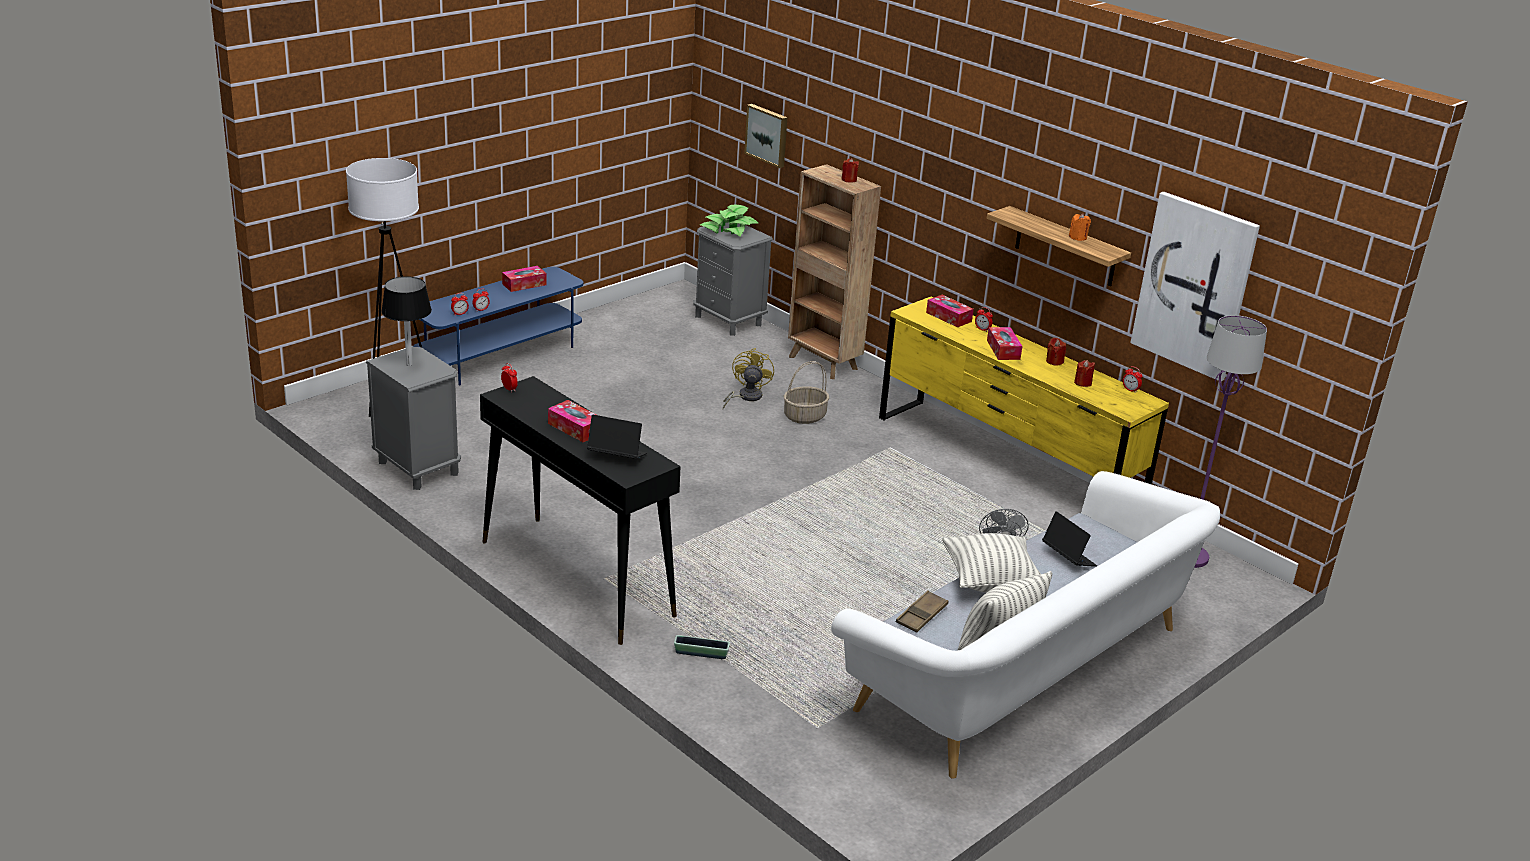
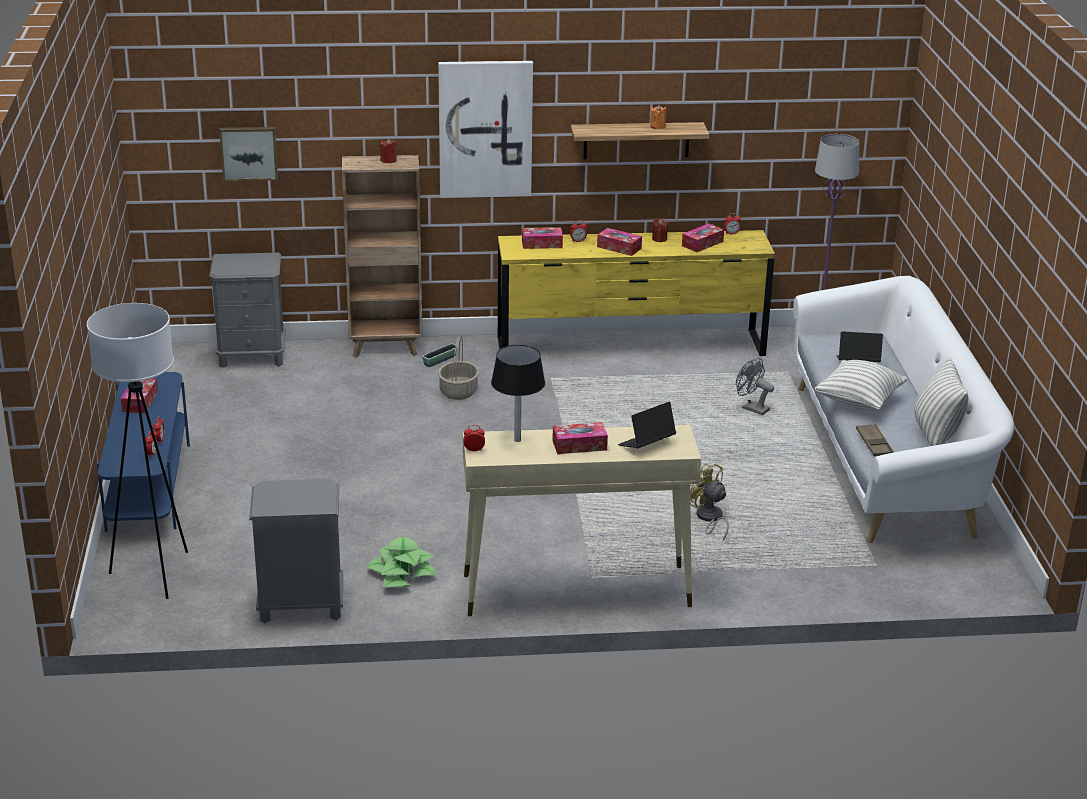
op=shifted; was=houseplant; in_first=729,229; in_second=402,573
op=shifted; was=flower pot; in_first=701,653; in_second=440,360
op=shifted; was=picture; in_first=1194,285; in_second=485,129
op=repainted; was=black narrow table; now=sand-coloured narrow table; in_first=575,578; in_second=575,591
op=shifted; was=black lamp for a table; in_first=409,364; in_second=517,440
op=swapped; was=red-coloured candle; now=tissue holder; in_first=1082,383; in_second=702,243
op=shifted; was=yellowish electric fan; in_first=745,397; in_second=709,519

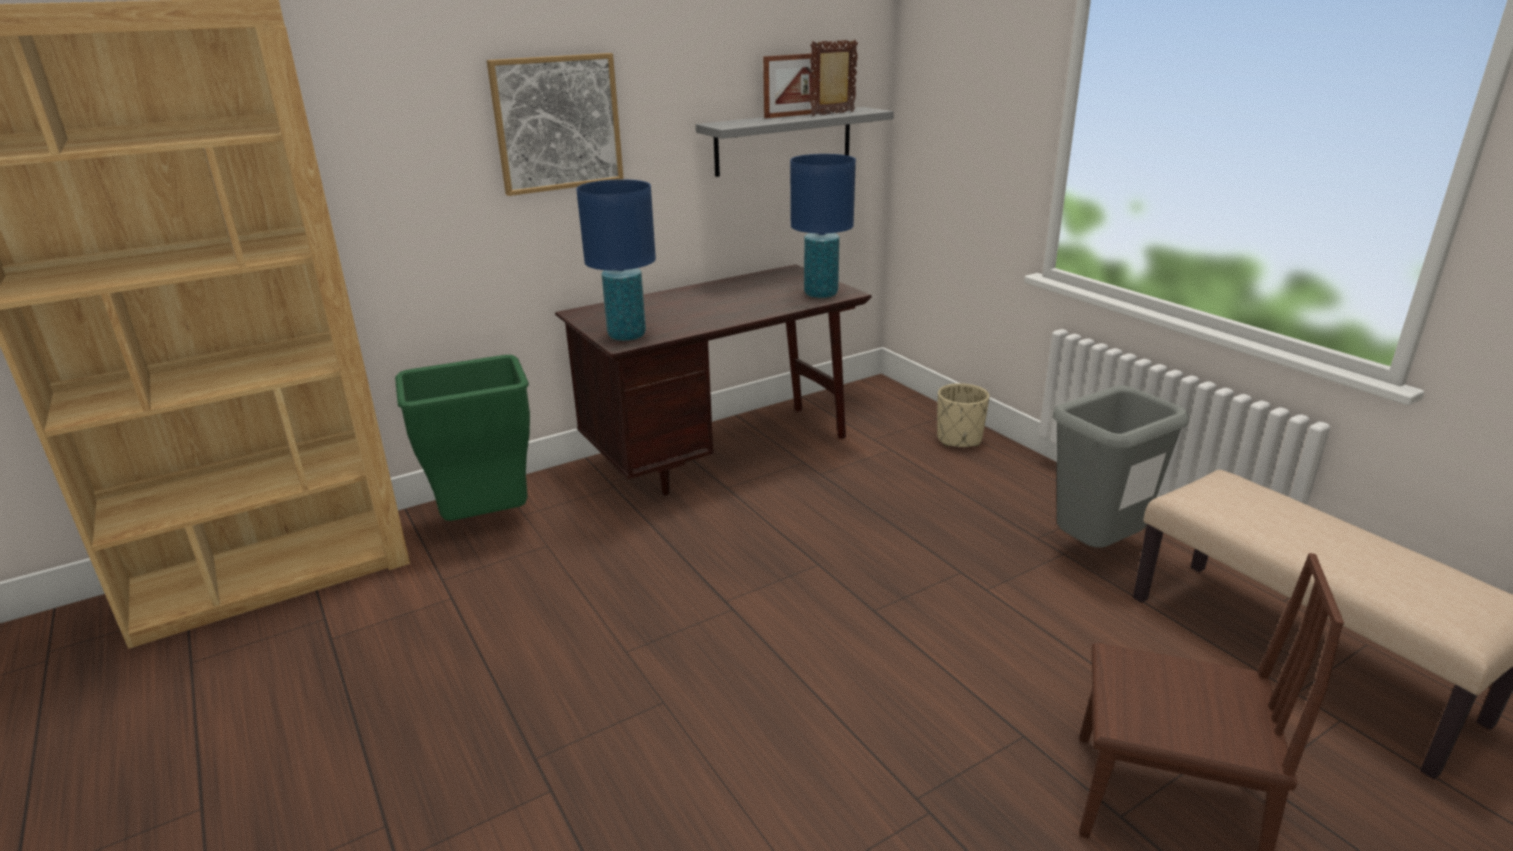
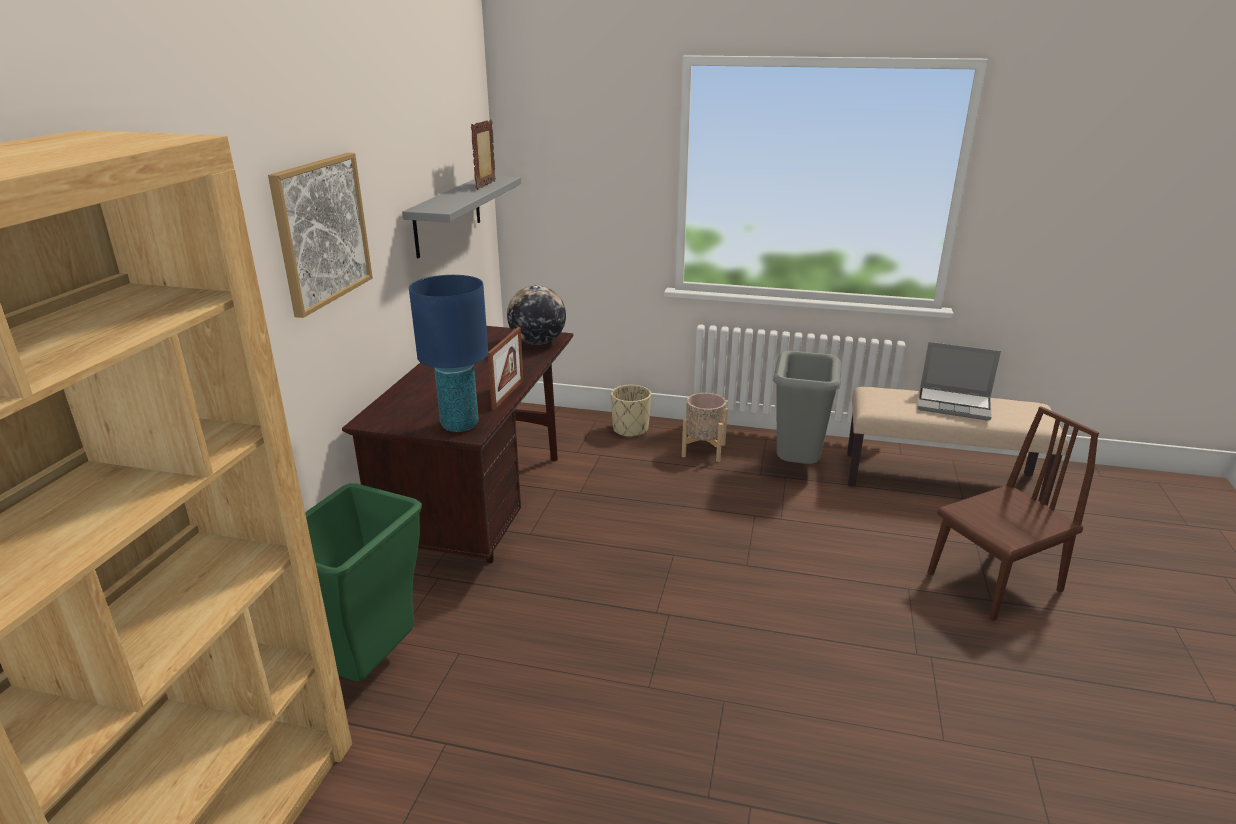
op=shifted; was=photo frame; in_first=794,115; in_second=508,394
op=swapped; was=blue lamp for a table; now=globe; in_first=821,294; in_second=537,342
op=new; now=sand-coloured flower pot; in_second=703,450
op=new; now=portable computer; in_second=954,405

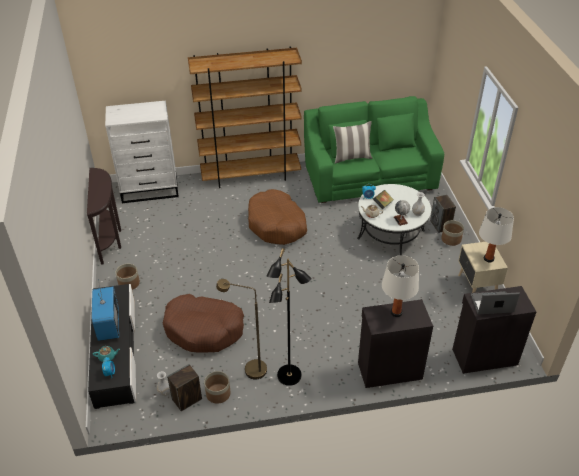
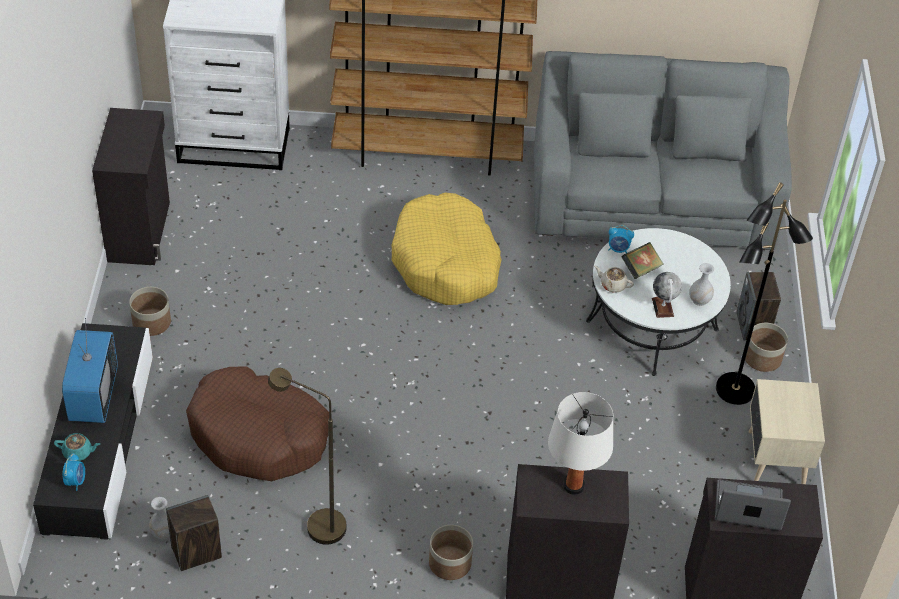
op=swapped; was=brownish narrow table; now=black cupboard; in_first=111,239; in_second=140,231
op=repainted; was=brownish dog cushion; now=yellowish dog cushion; in_first=277,224; in_second=446,262
op=shifted; was=flower pot; in_first=218,394; in_second=449,563
op=repainted; was=green-coloured couch; now=grey couch; in_first=369,177; in_second=651,199
op=shifted; was=black standing lamp; in_first=289,376; in_second=735,390
op=gone; was=cushion; in_first=352,157
op=gone; was=whitish lamp for a table; in_first=488,258

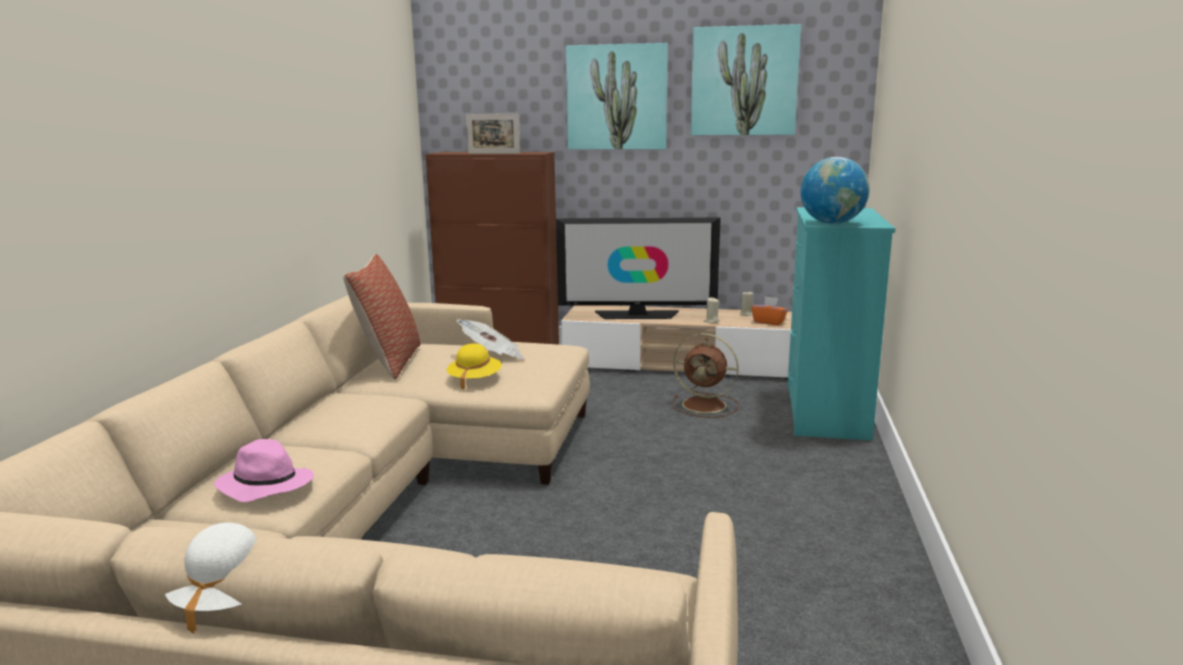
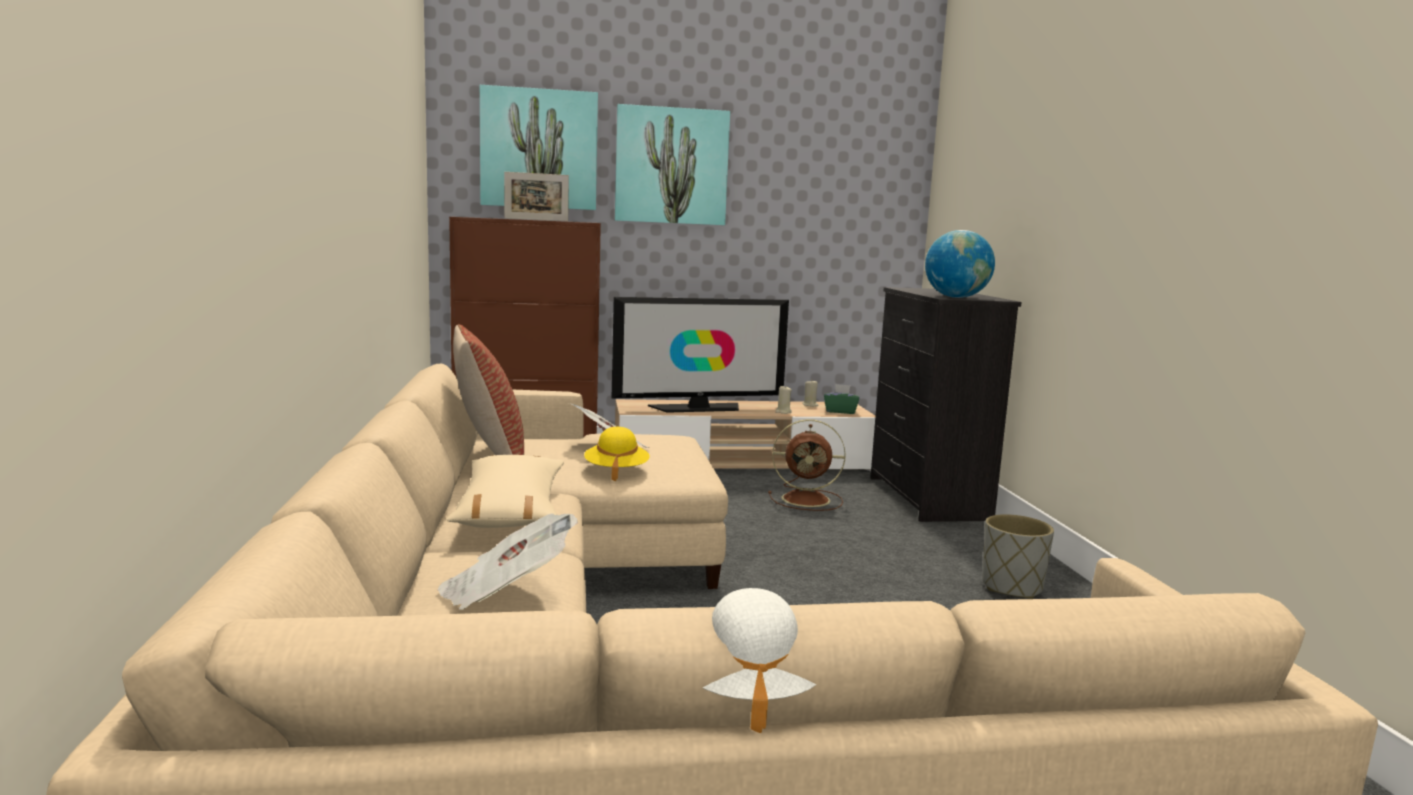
op=swapped; was=pinkish hat; now=newspaper; in_first=264,485; in_second=505,593
op=new; now=sand-coloured cushion; in_second=510,510
op=shifted; was=picture; in_first=744,81; in_second=539,149
op=repainted; was=orange-coloured tissue holder; now=green-coloured tissue holder; in_first=769,322; in_second=840,411
op=repainted; was=turquoise-coloured drawer chest; now=black drawer chest; in_first=825,412; in_second=927,498
op=new; now=grey flower pot; in_second=1012,588

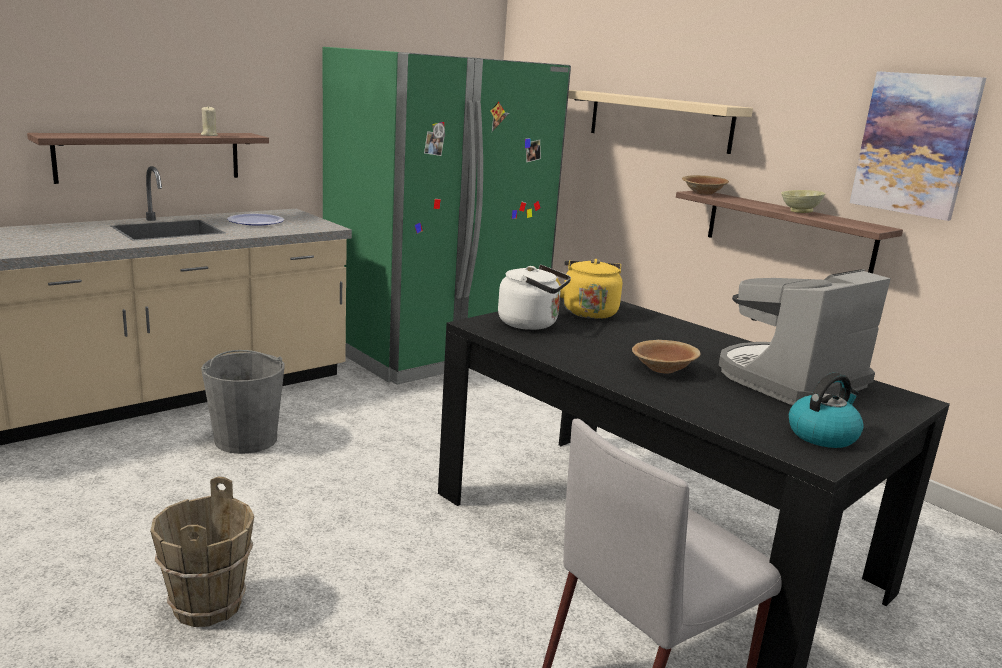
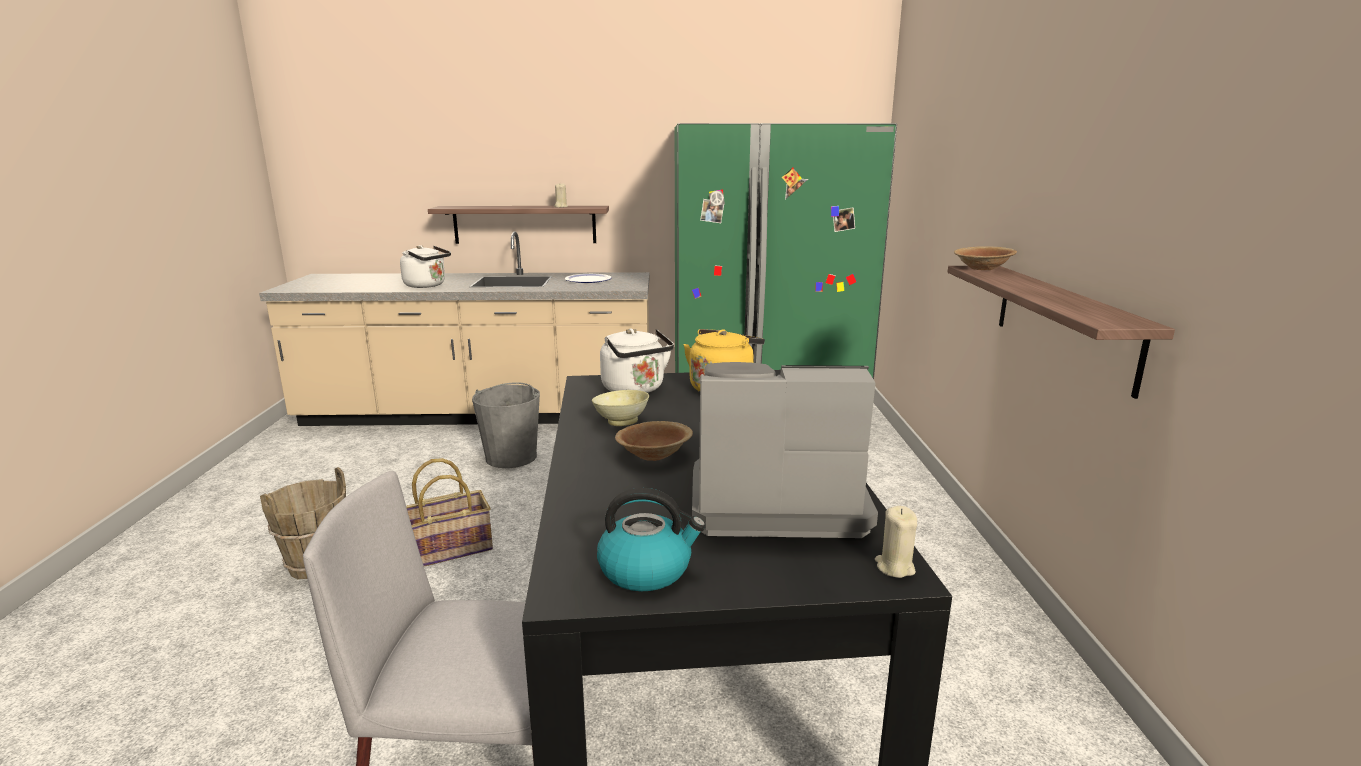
op=new; now=whitish water kettle; in_second=427,285
op=new; now=household basket; in_second=449,548
op=shifted; was=sand-coloured serving bowl; in_first=799,211; in_second=621,422
op=new; now=sand-coloured candle; in_second=894,567
op=gone; was=sand-coloured shelf; in_first=658,120
op=gone; was=picture; in_first=915,144

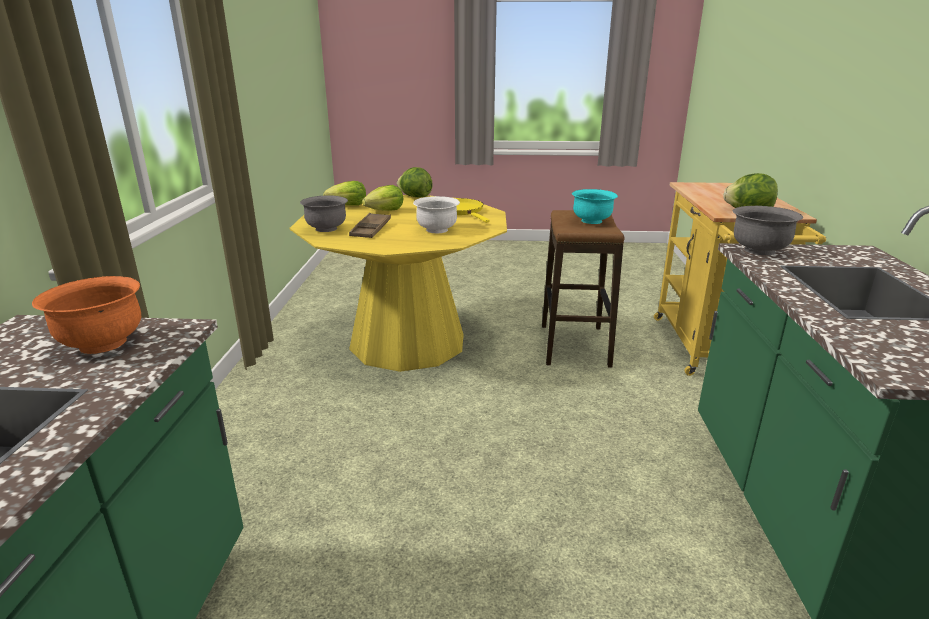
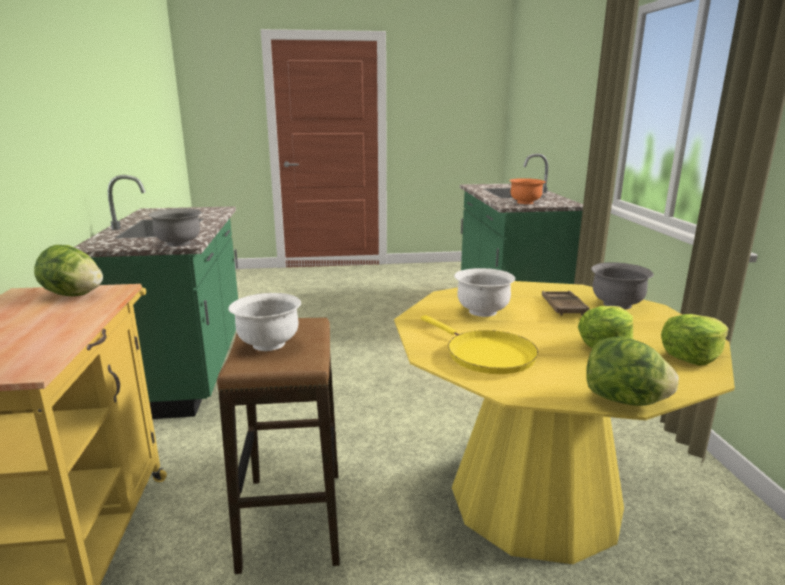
op=repainted; was=turquoise-coloured serving bowl; now=whitish serving bowl; in_first=592,221; in_second=268,344

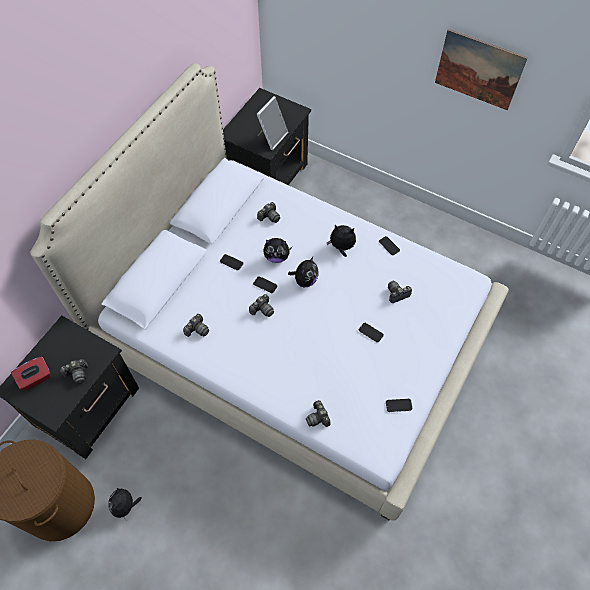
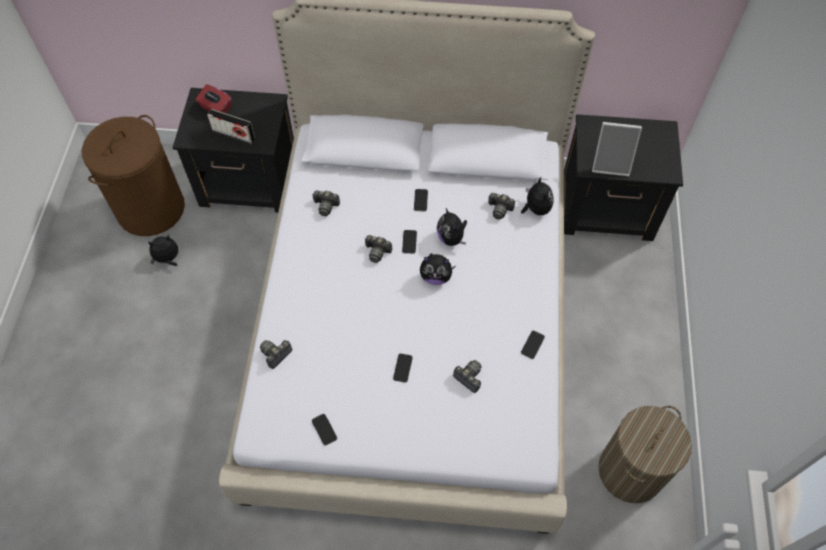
op=swapped; was=photo camera; now=radio; in_first=77,373; in_second=233,134
op=shifted; was=cuddly toy; in_first=341,247; in_second=535,209
op=new; now=washing basket; in_second=630,471
op=gone; was=picture; in_first=479,70

